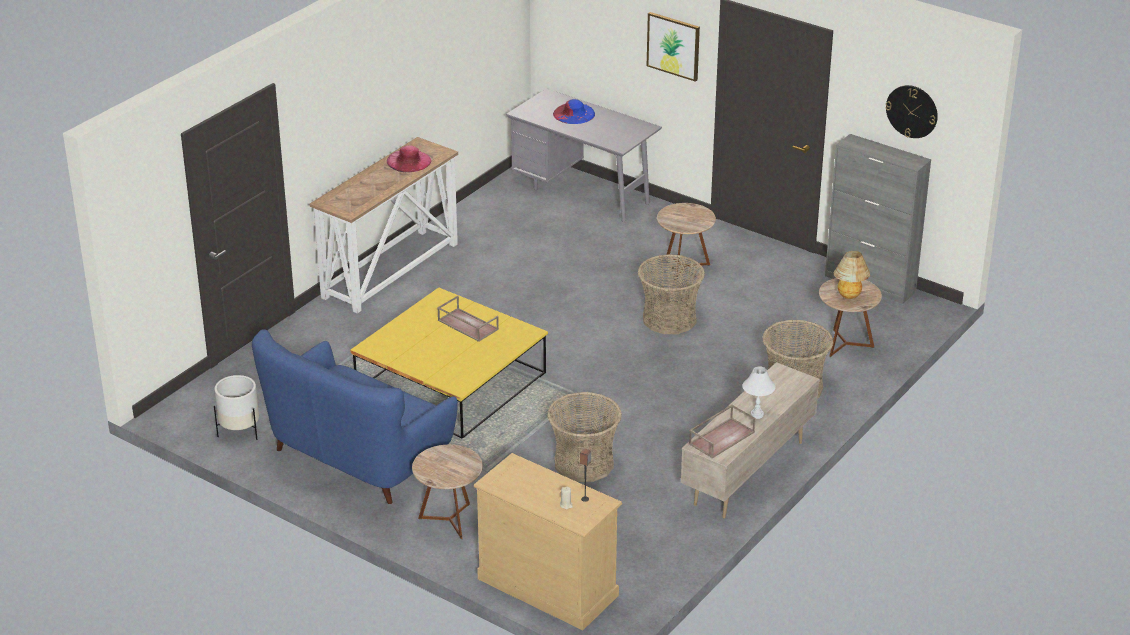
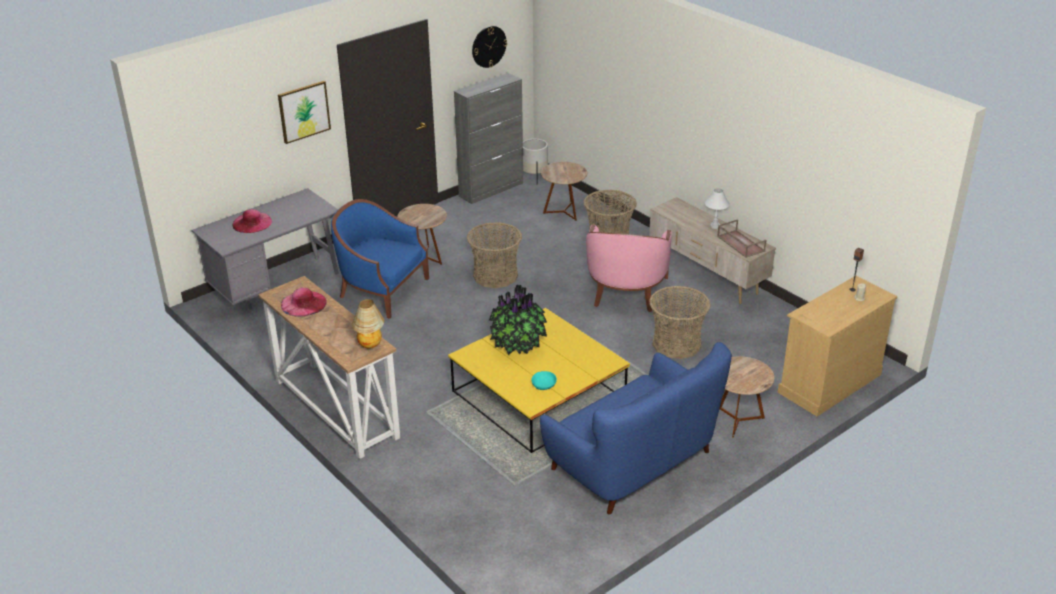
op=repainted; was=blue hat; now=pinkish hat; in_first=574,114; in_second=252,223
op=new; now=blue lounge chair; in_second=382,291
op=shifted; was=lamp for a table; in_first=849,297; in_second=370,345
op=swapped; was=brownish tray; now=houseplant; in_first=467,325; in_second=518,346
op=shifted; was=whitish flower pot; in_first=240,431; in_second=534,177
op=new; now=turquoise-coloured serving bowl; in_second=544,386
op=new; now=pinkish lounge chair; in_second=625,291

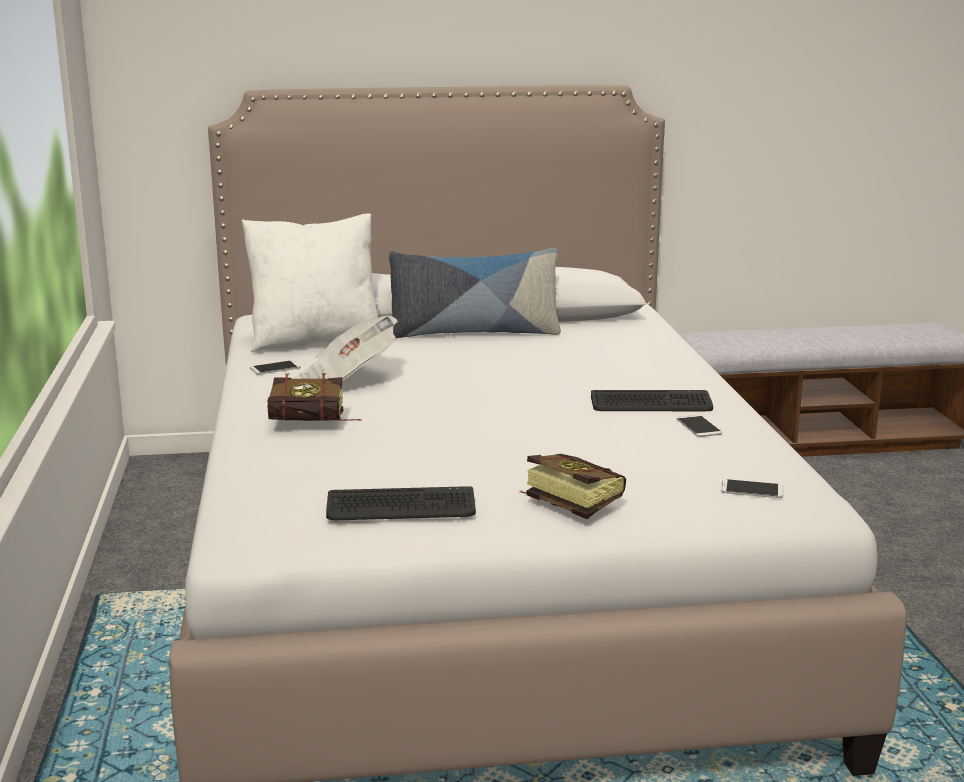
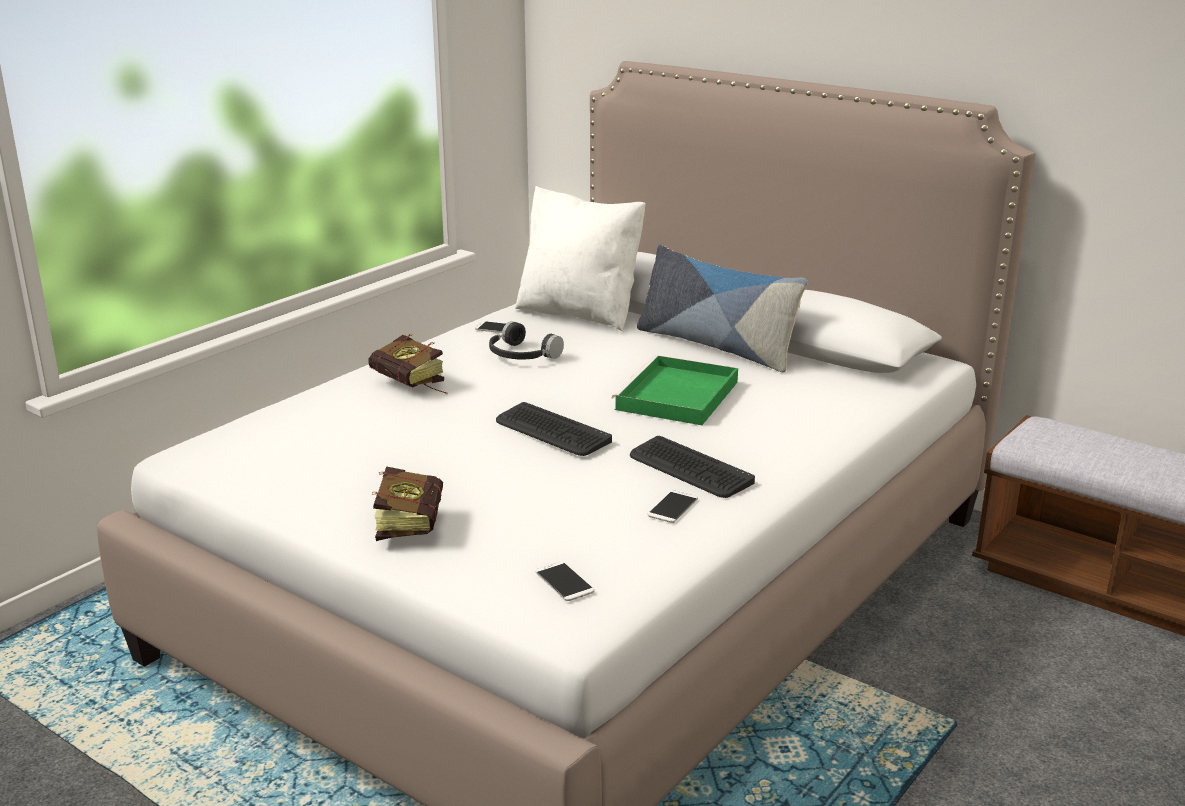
op=swapped; was=newspaper; now=black headphones; in_first=346,379; in_second=520,355
op=shifted; was=PC keyboard; in_first=401,507; in_second=552,431
op=new; now=green-coloured tray; in_second=677,397

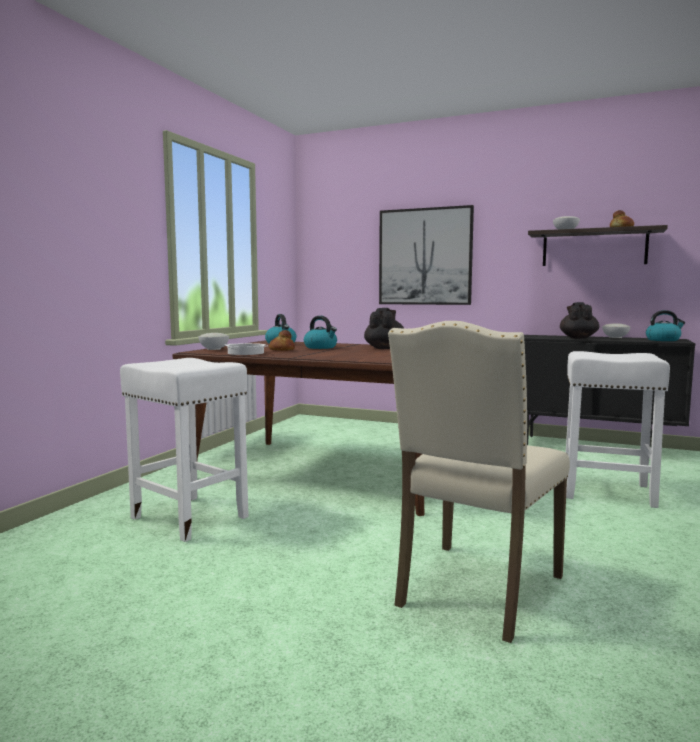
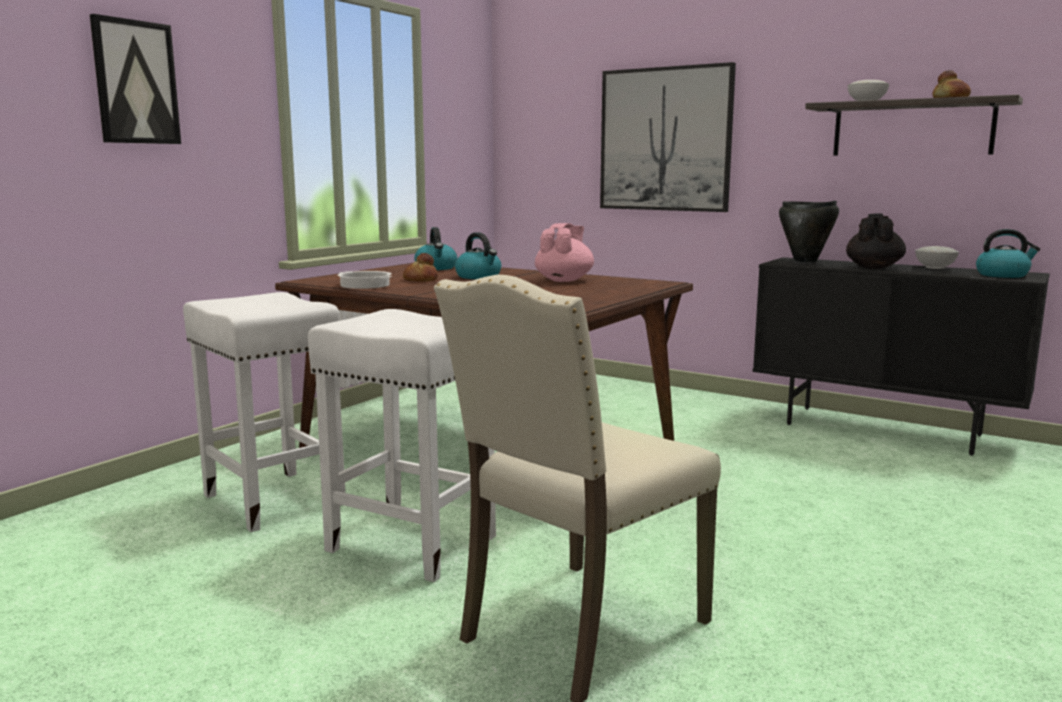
op=new; now=picture; in_second=135,82
op=shifted; was=whitish stool seat; in_first=605,491; in_second=409,543
op=repainted; was=black teapot; now=pinkish teapot; in_first=385,348; in_second=564,280
op=new; now=black stockpot; in_second=805,261
op=gone; was=whitish serving bowl; in_first=214,349

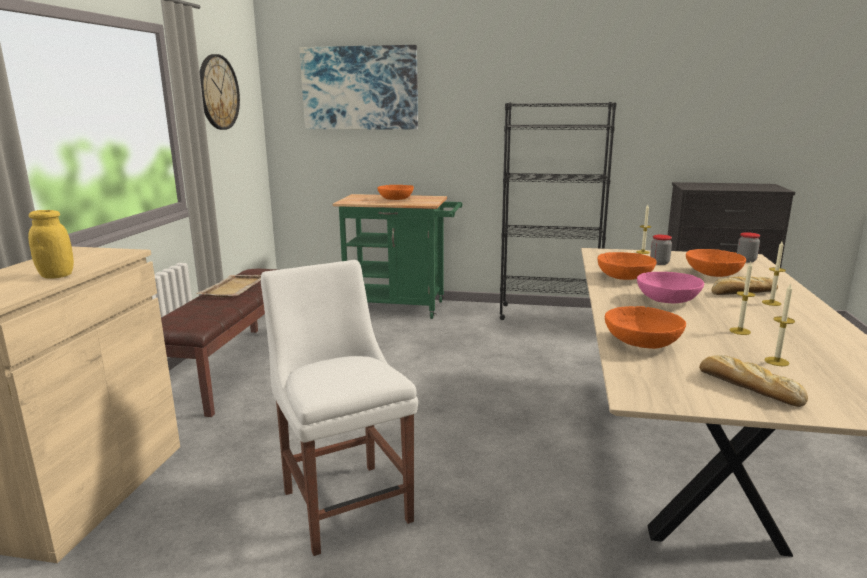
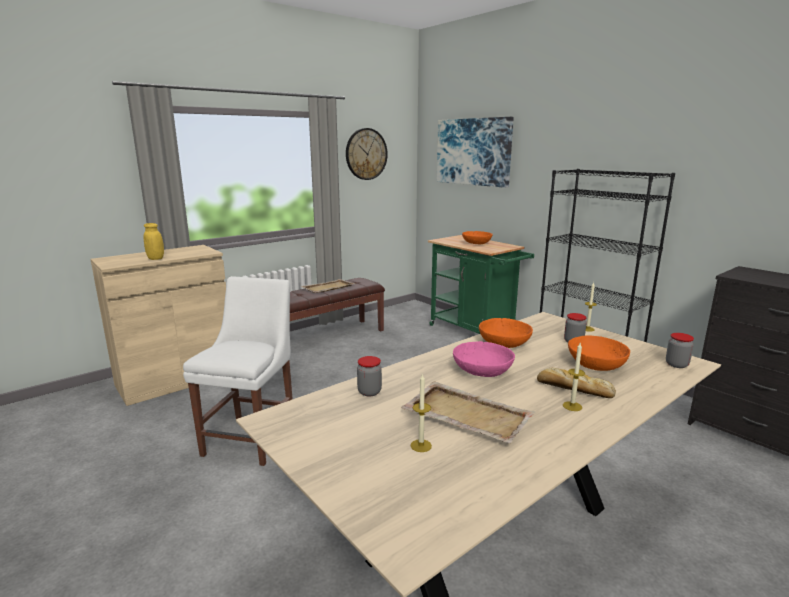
op=swapped; was=orange-coloured serving bowl; now=jar; in_first=641,343; in_second=369,392
op=swapped; was=candle; now=sand-coloured tray; in_first=740,331; in_second=466,414
op=gone; was=baked bread; in_first=747,387

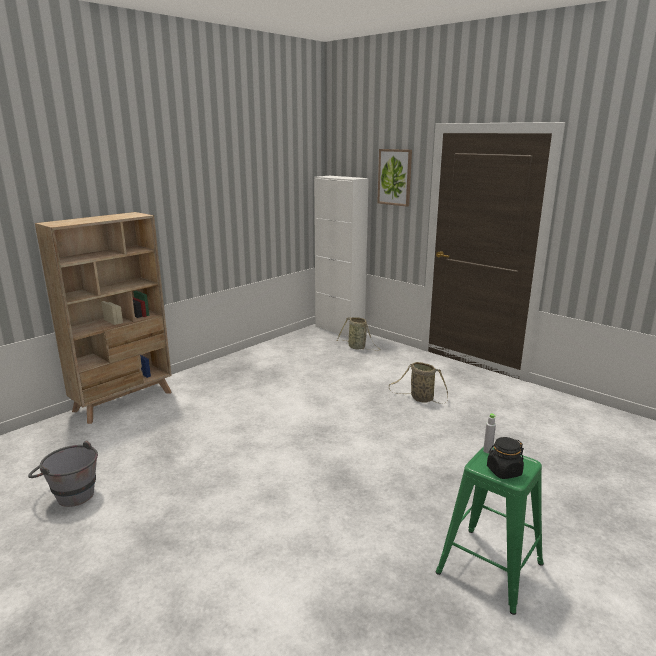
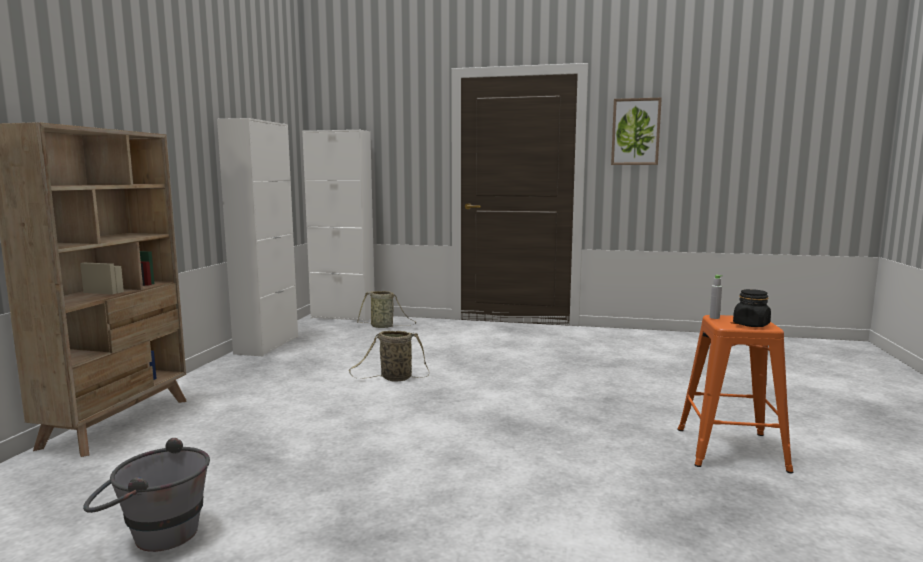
op=new; now=whitish cupboard; in_second=267,345
op=shifted; was=household basket; in_first=420,398; in_second=394,378
op=shifted; was=picture; in_first=395,177; in_second=635,132
op=repainted; was=green-coloured stool seat; now=orange-coloured stool seat; in_first=488,568; in_second=730,449

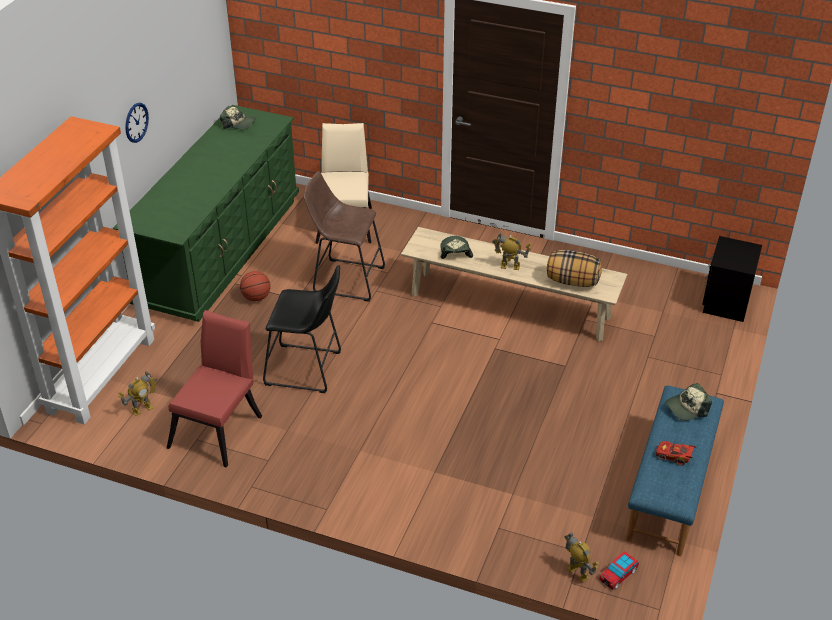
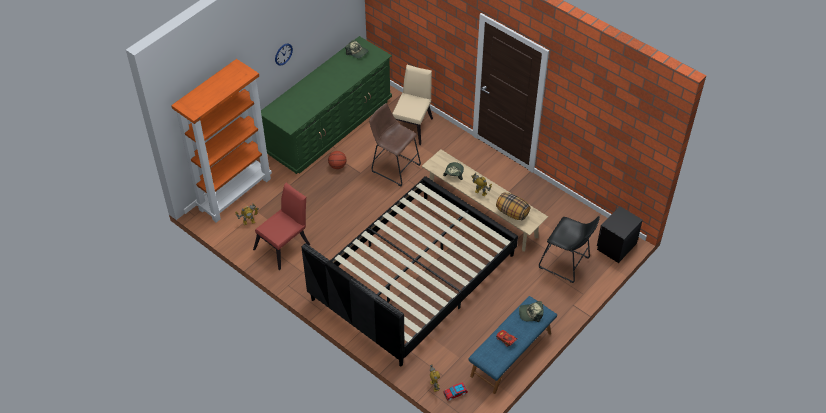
op=new; now=black bedroom bed; in_second=413,277
op=shifted; was=black stool seat; in_first=307,369; in_second=566,264

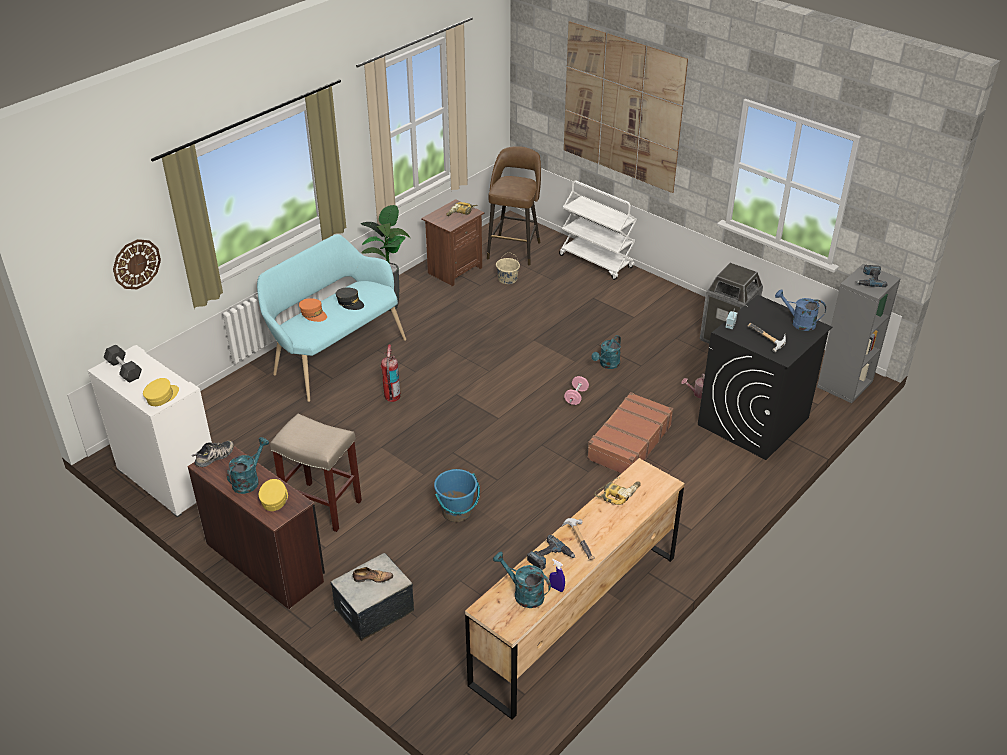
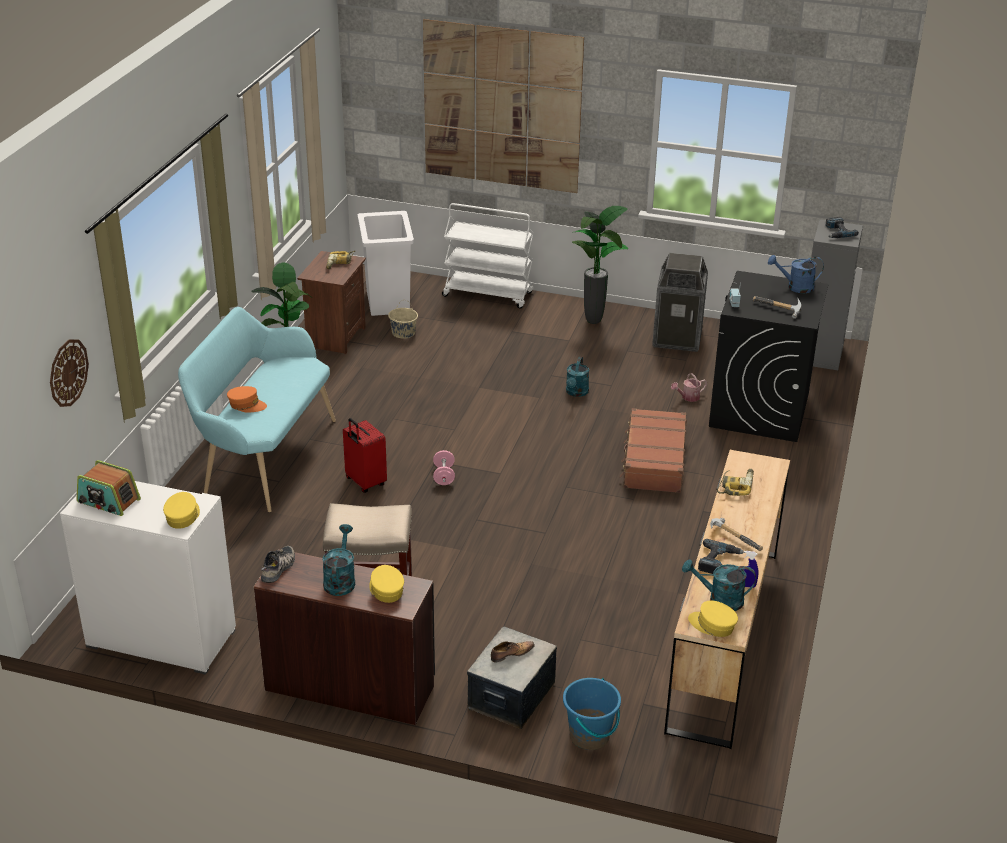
op=swapped; was=grey free weight; now=radio; in_first=124,370; in_second=108,501
op=swapped; was=extinguisher; now=red-coloured suitcase; in_first=392,397; in_second=364,482
op=swapped; was=brownish stool seat; now=whitish trash can; in_first=514,249; in_second=388,301
op=shifted; was=pinkish free weight; in_first=576,397; in_second=444,476
op=shifted; was=blue bucket; in_first=457,512; in_second=590,736
op=new; now=houseplant; in_second=595,322
op=new; now=yellowish baseball cap; in_second=712,625
op=gone; was=grey baseball cap; in_first=350,303

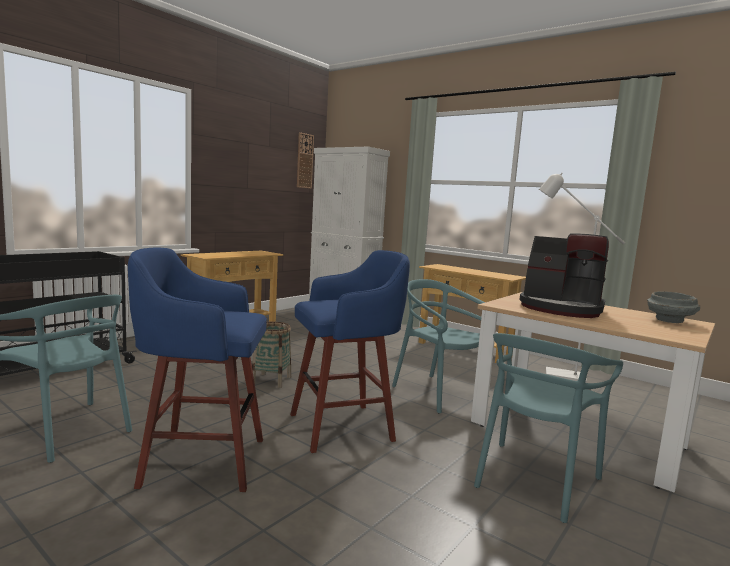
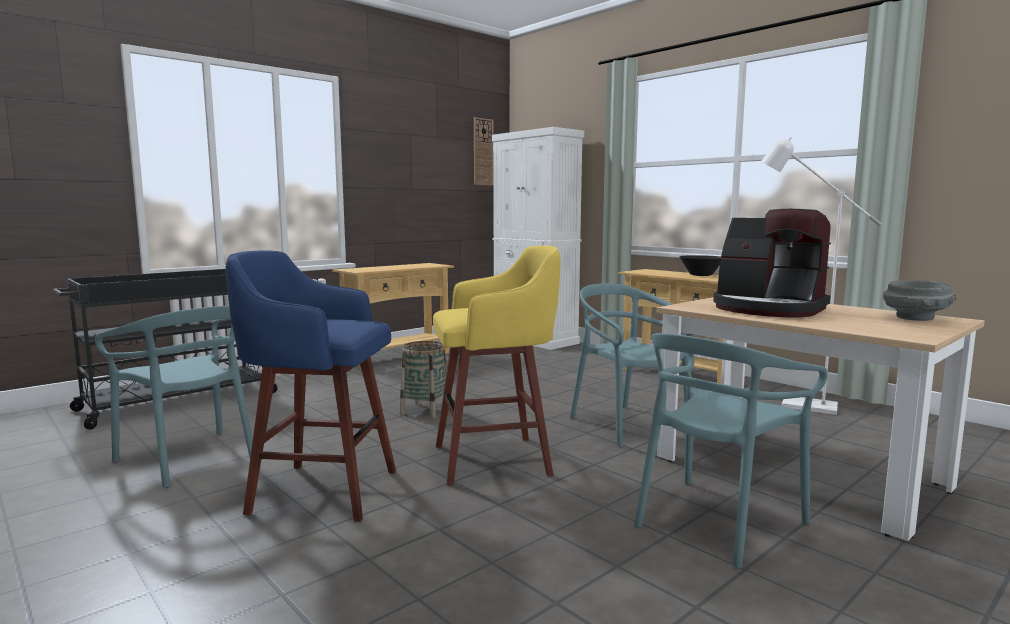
op=repainted; was=blue stool seat; now=yellowish stool seat; in_first=344,427; in_second=496,460
op=new; now=black serving bowl; in_second=701,275

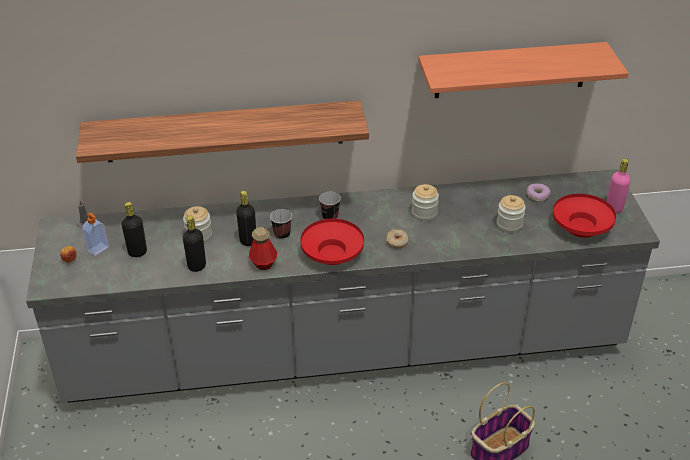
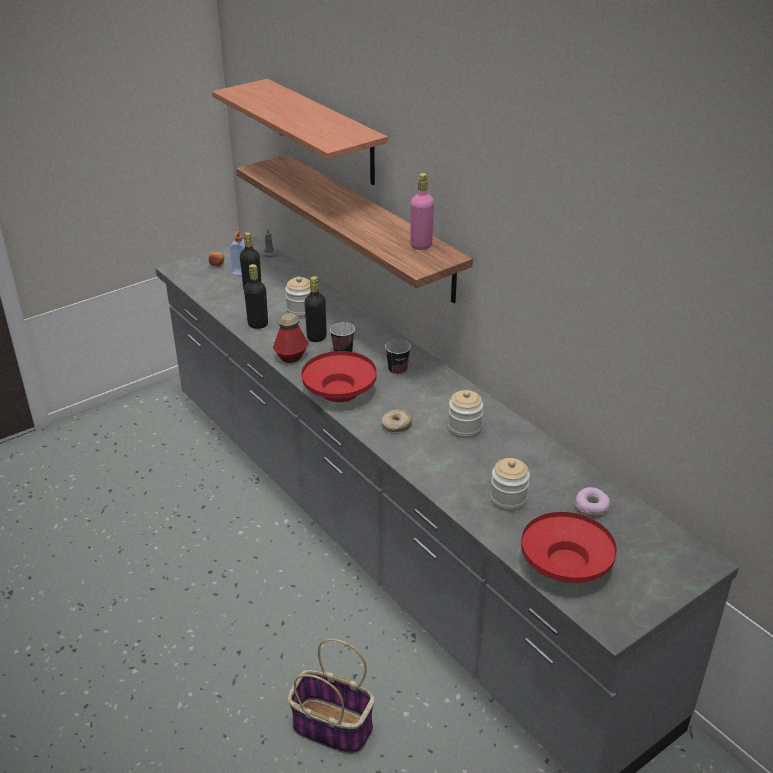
op=shifted; was=shelf; in_first=511,70; in_second=324,132
op=shifted; was=pinkish drink bottle; in_first=614,208; in_second=421,245

